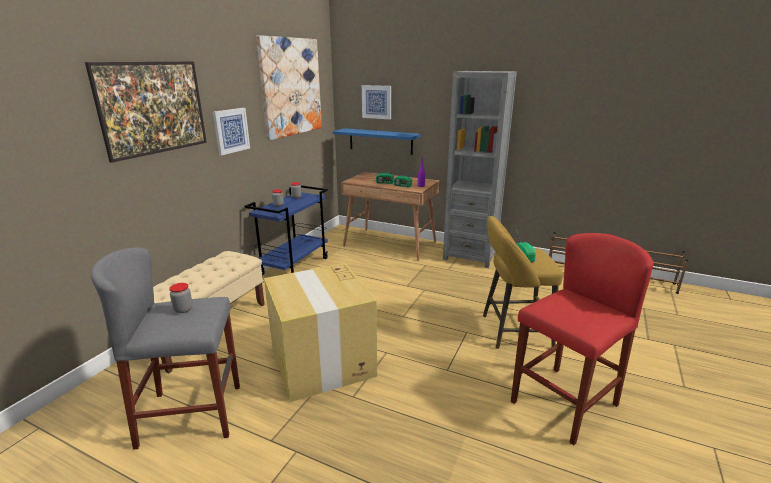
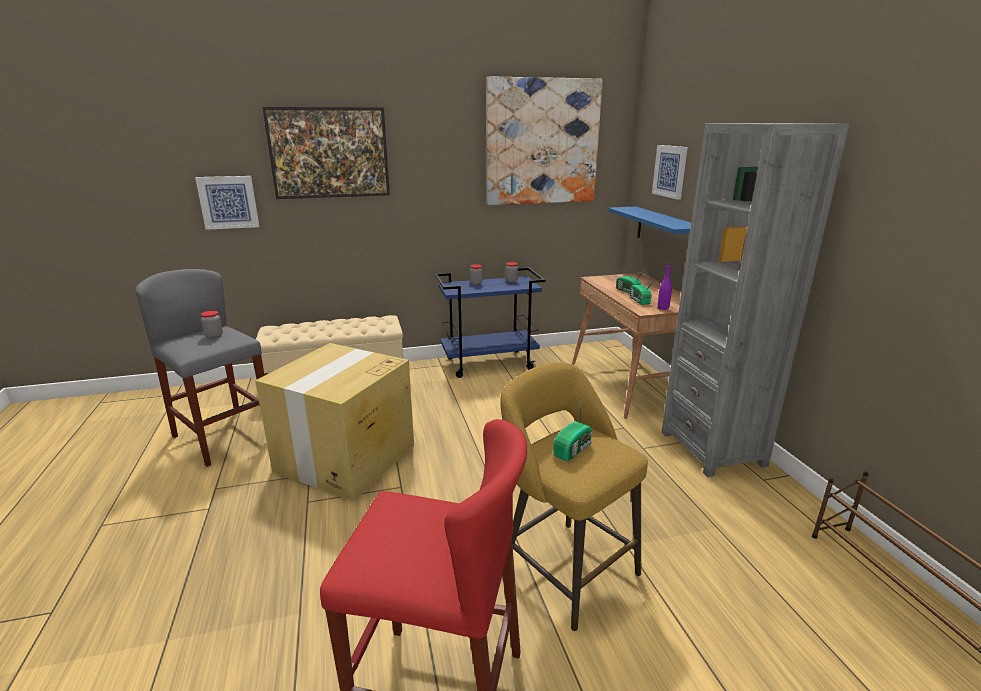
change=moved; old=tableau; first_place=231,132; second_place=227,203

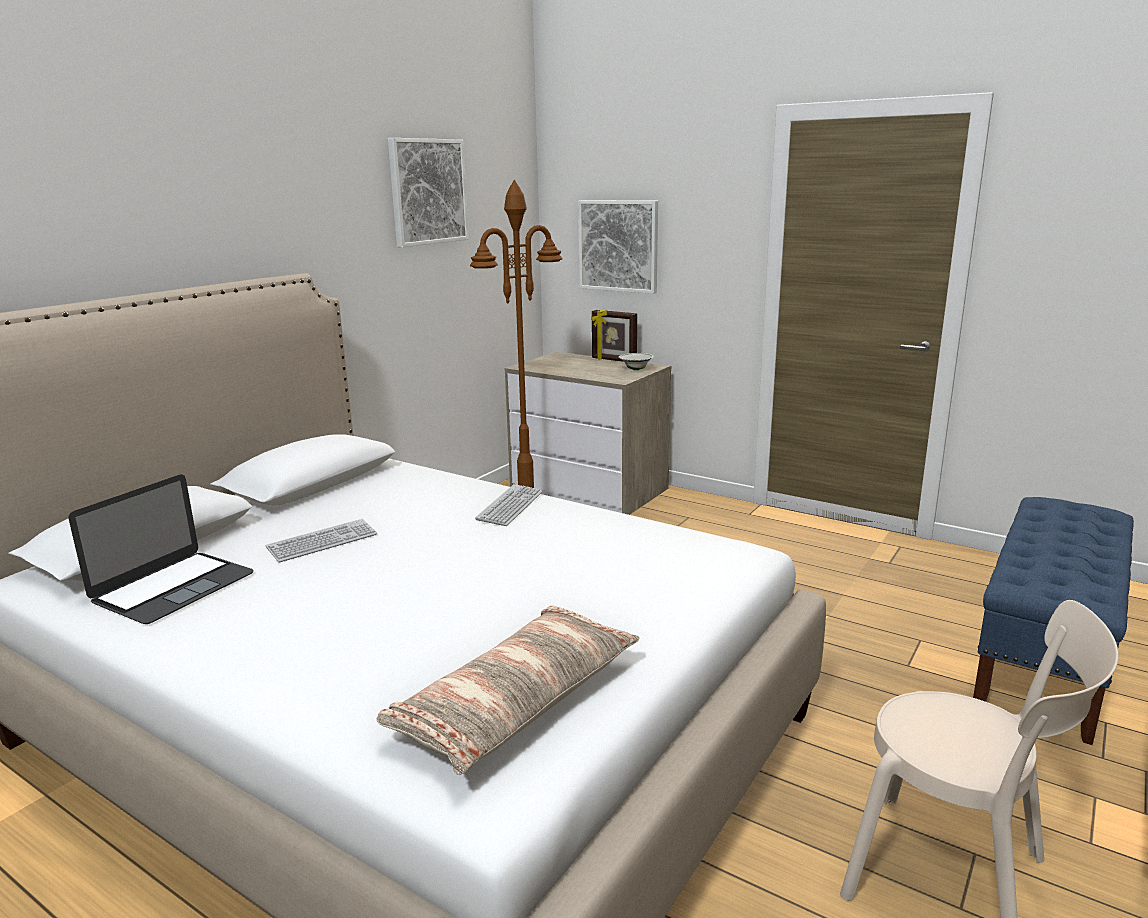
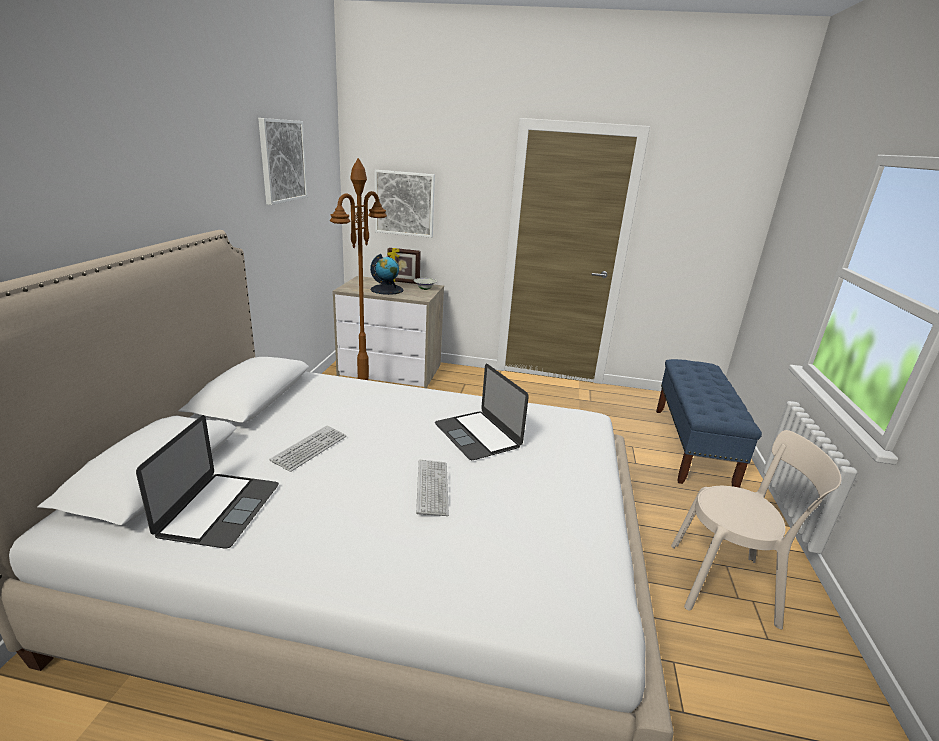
change=moved; old=clavier; first_place=508,505; second_place=432,488
change=removed; old=coussin; first_place=508,690
change=added; new=globe; second_place=387,274
change=added; new=ordinateur portable; second_place=482,412

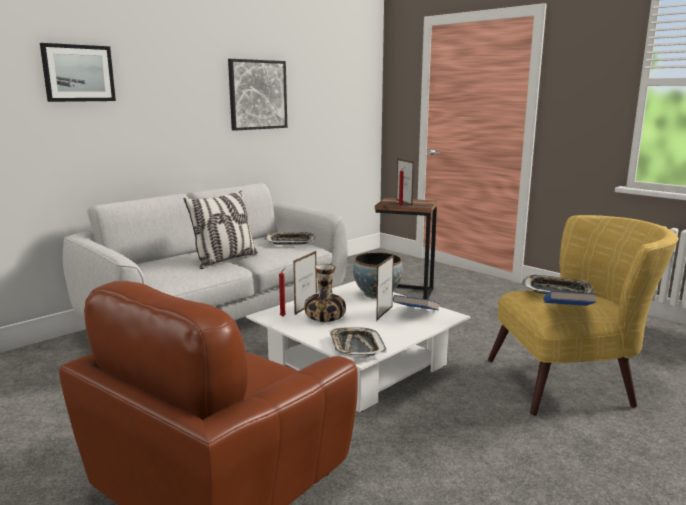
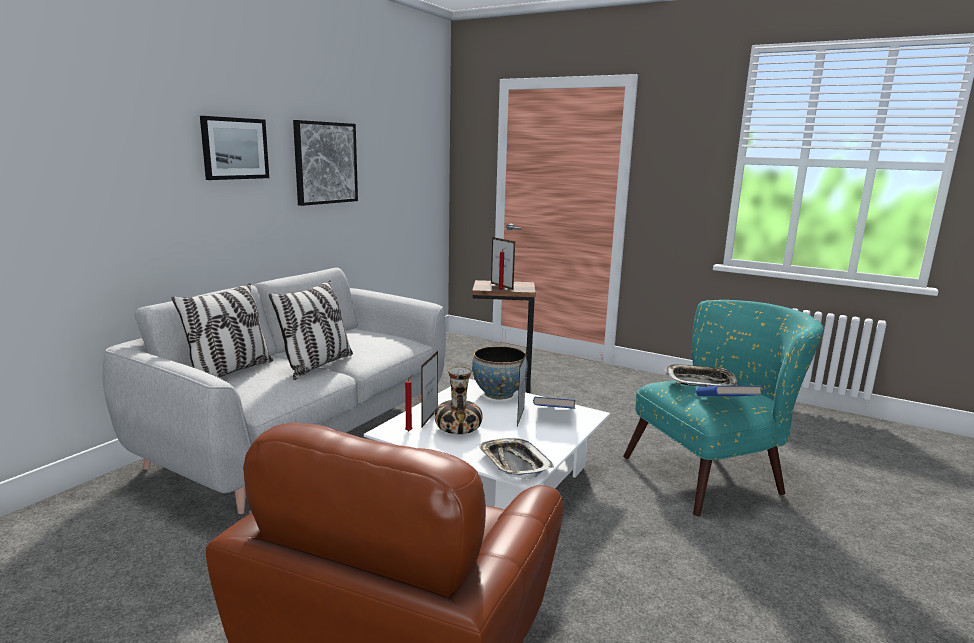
change=moved; old=tableau; first_place=78,72; second_place=234,148
change=recoloured; old=fauteuil [jaune]; new=fauteuil [turquoise]; first_place=583,315; second_place=723,408
change=removed; old=plateau; first_place=290,238
change=added; new=coussin; second_place=222,330

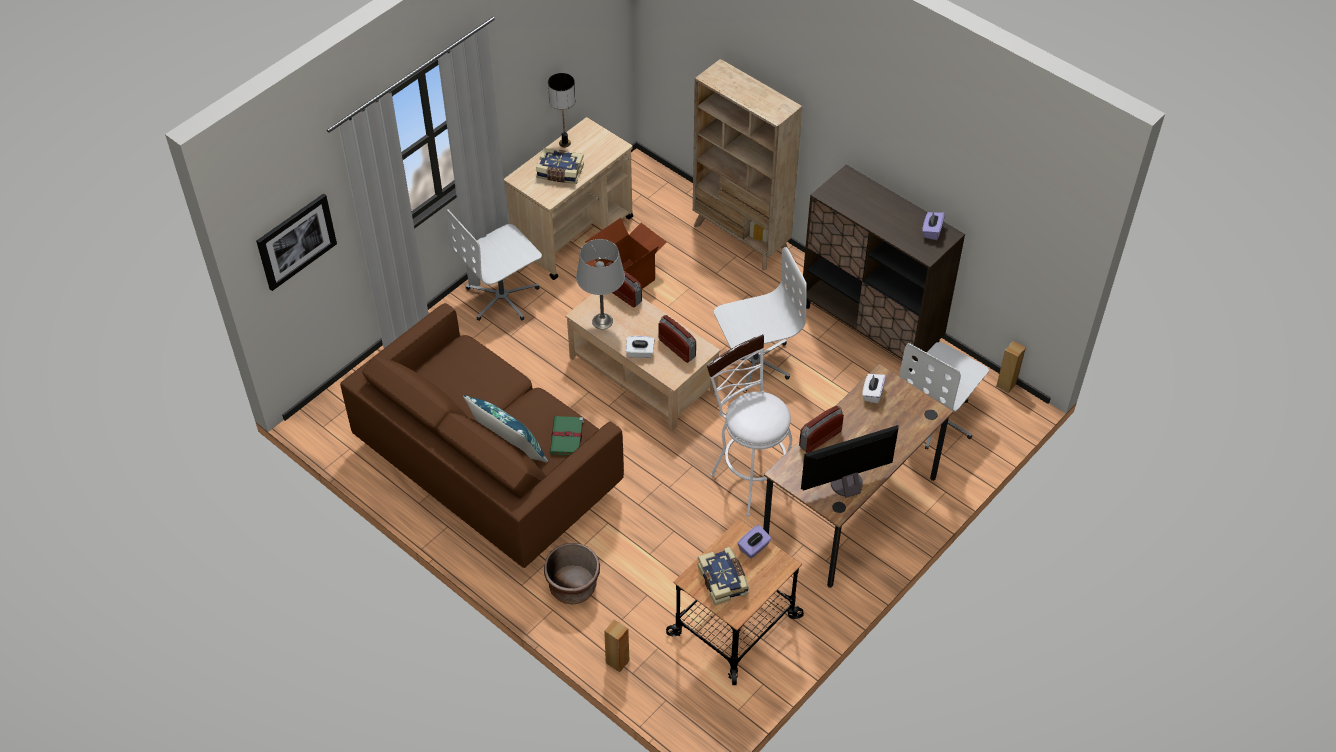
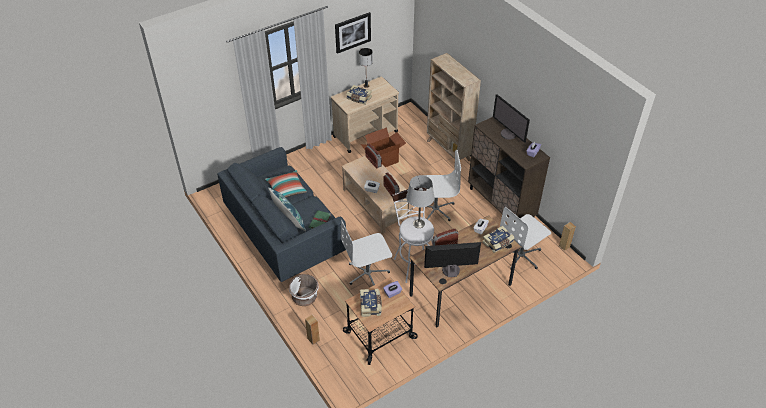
change=moved; old=tableau; first_place=296,242; second_place=353,33
change=moved; old=chaise de bureau [blanc]; first_place=494,265; second_place=366,253
change=moved; old=lampe de table [gris]; first_place=600,284; second_place=420,201
change=recoloured; old=canapé [marron]; new=canapé [bleu]; first_place=482,435; second_place=281,214
change=recoloured; old=cache-pot [marron]; new=cache-pot [blanc]; first_place=572,573; second_place=304,290
change=added; new=écran d'ordinateur; second_place=511,118
change=added; new=coussin; second_place=286,183
change=added; new=livre; second_place=498,239

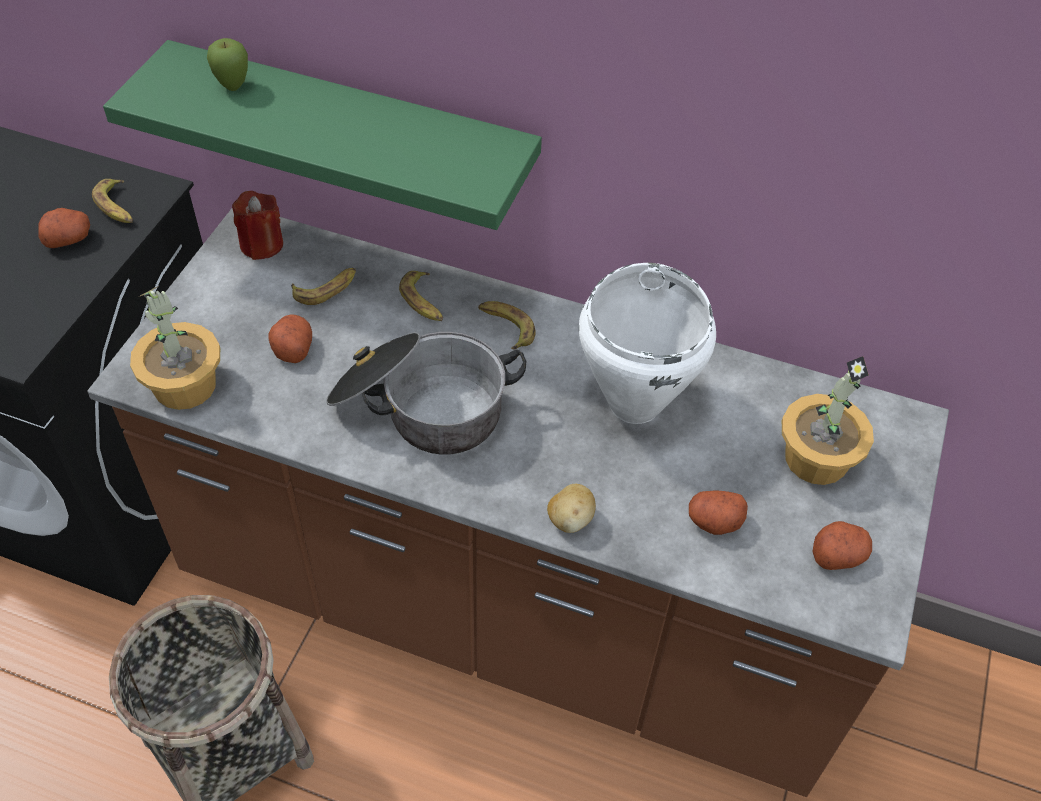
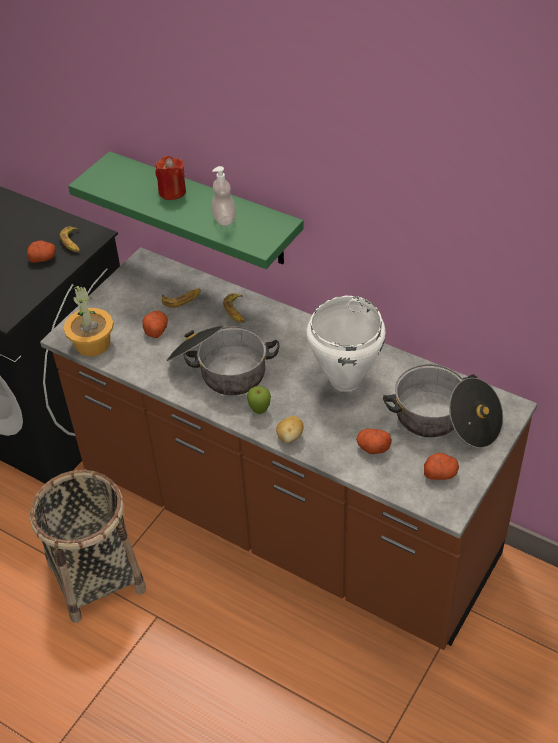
change=moved; old=pomme; first_place=227,64; second_place=259,400
change=moved; old=bougie [rouge]; first_place=257,225; second_place=170,178
change=removed; old=banane; first_place=507,325
change=replaced; old=plante en pot; new=marmite; first_place=828,420; second_place=443,406
change=added; new=distributeur de savon; second_place=223,196

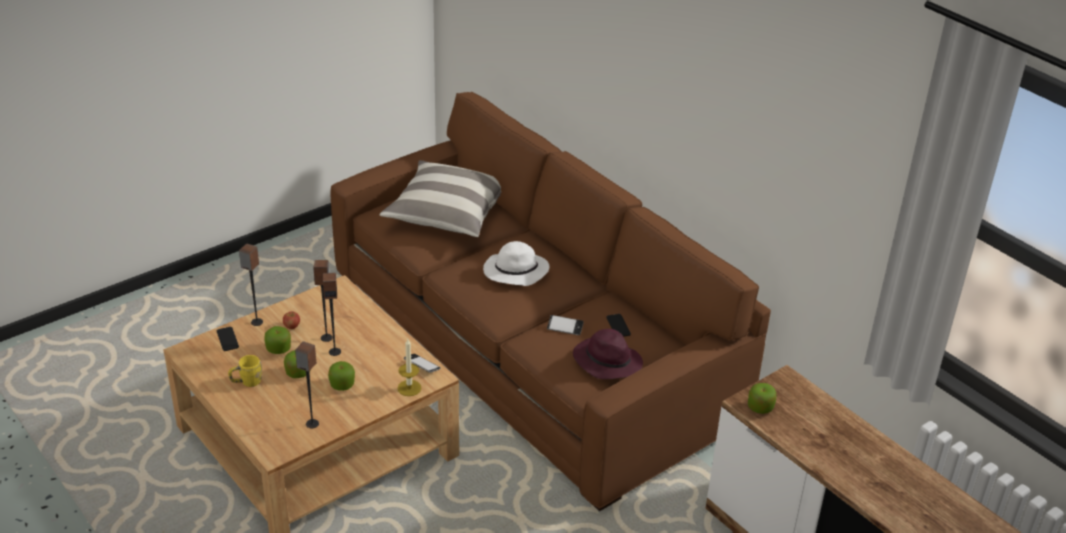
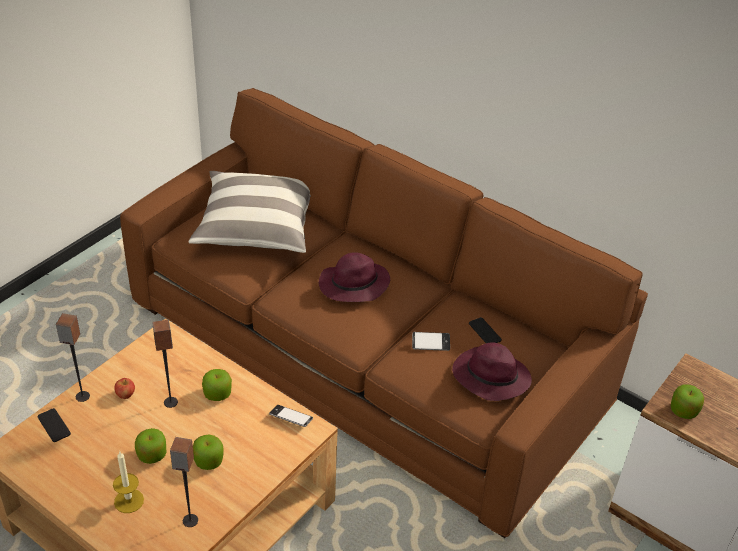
change=recoloured; old=chapeau [blanc]; new=chapeau [violet]; first_place=516,263; second_place=354,277
change=removed; old=enceinte; first_place=332,314
change=moved; old=pomme; first_place=277,340; second_place=217,385
change=moved; old=bougie; first_place=409,367; second_place=128,482
change=removed; old=mug [jaune]; first_place=245,371

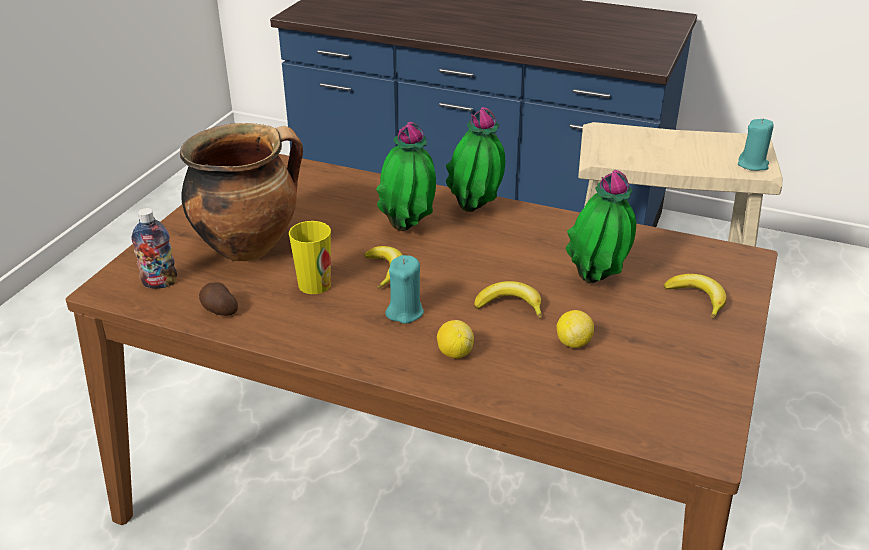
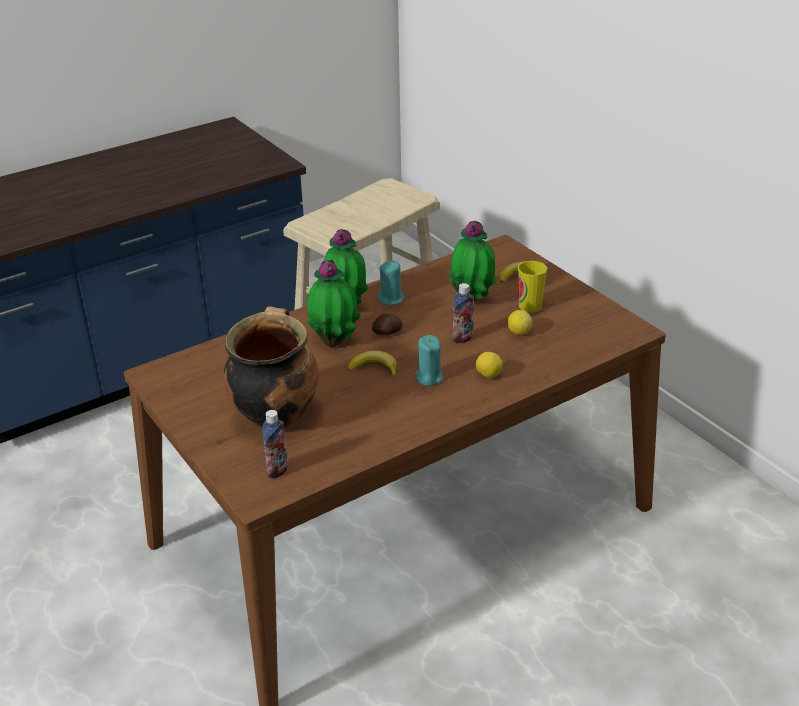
change=moved; old=bougie [turquoise]; first_place=756,144; second_place=390,283
change=moved; old=tasse; first_place=310,257; second_place=532,286
change=replaced; old=banane; new=bouteille; first_place=508,300; second_place=463,313
change=moved; old=pomme de terre; first_place=218,299; second_place=387,324

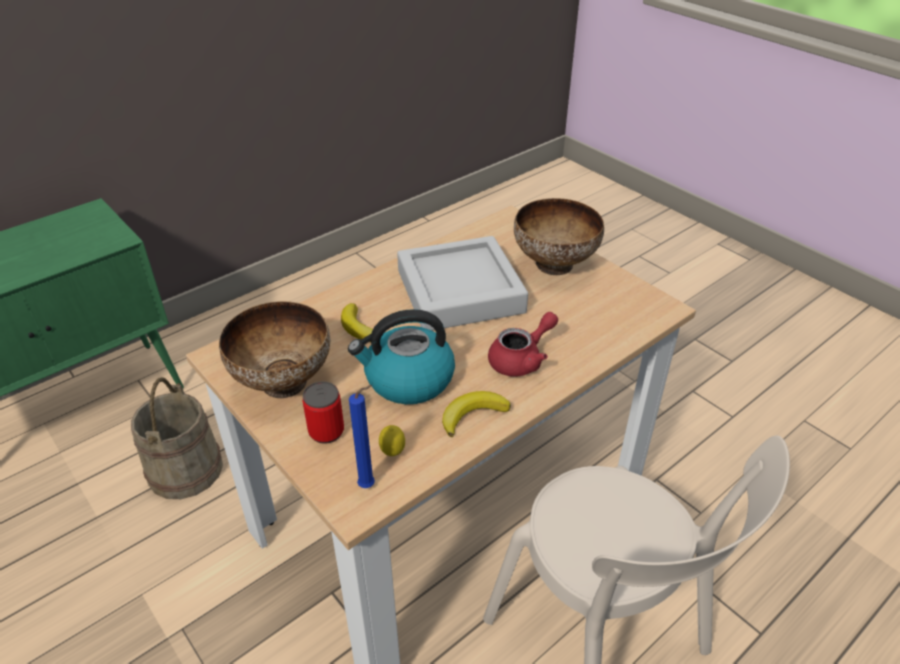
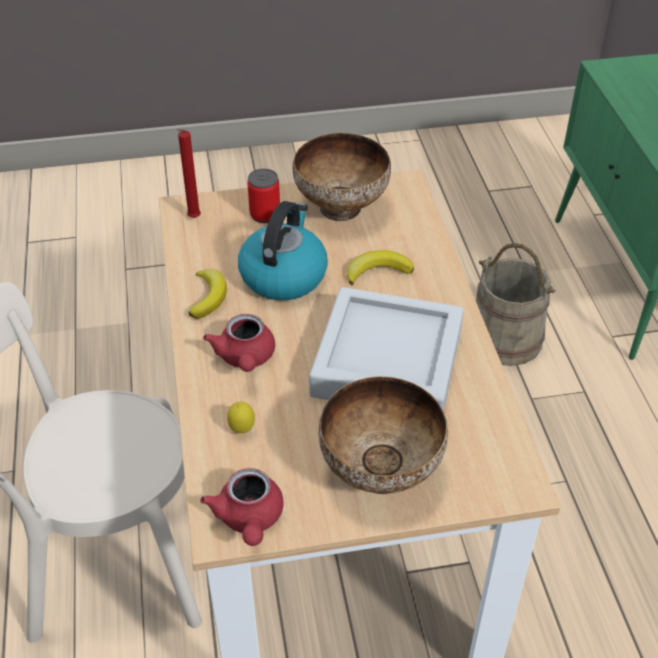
change=recoloured; old=bougie [bleu]; new=bougie [rouge]; first_place=362,436; second_place=189,173
change=moved; old=citron; first_place=392,440; second_place=241,417
change=added; new=théière [rouge]; second_place=242,507

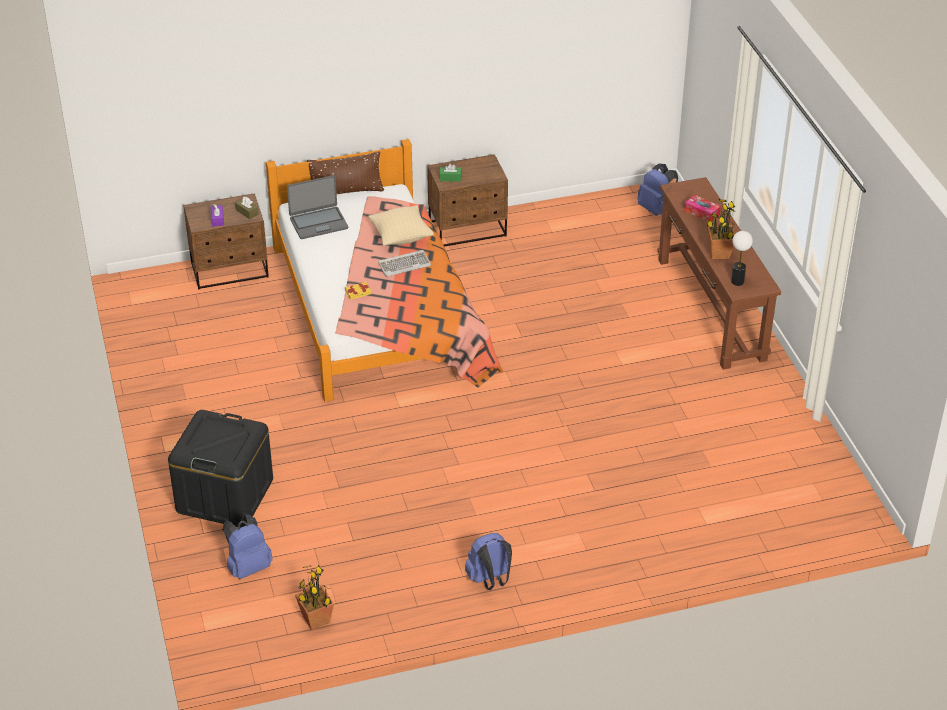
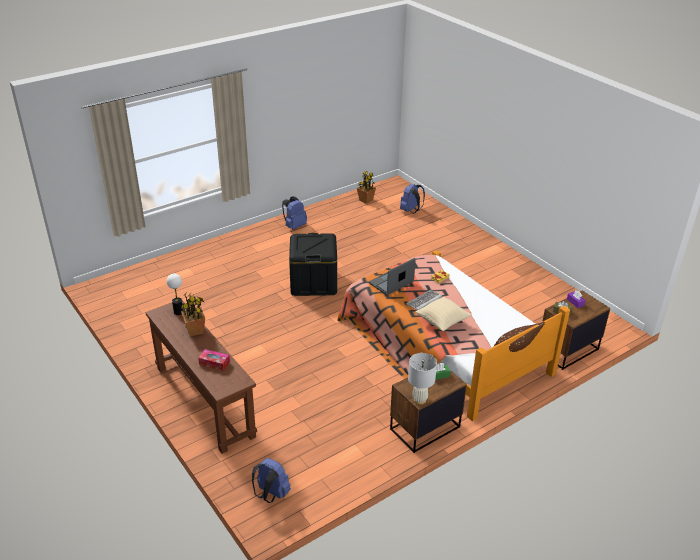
change=moved; old=ordinateur portable; first_place=317,207; second_place=392,276
change=moved; old=boîte de rangement [noir]; first_place=220,469; second_place=313,264
change=added; new=lampe de table [blanc]; second_place=422,378

